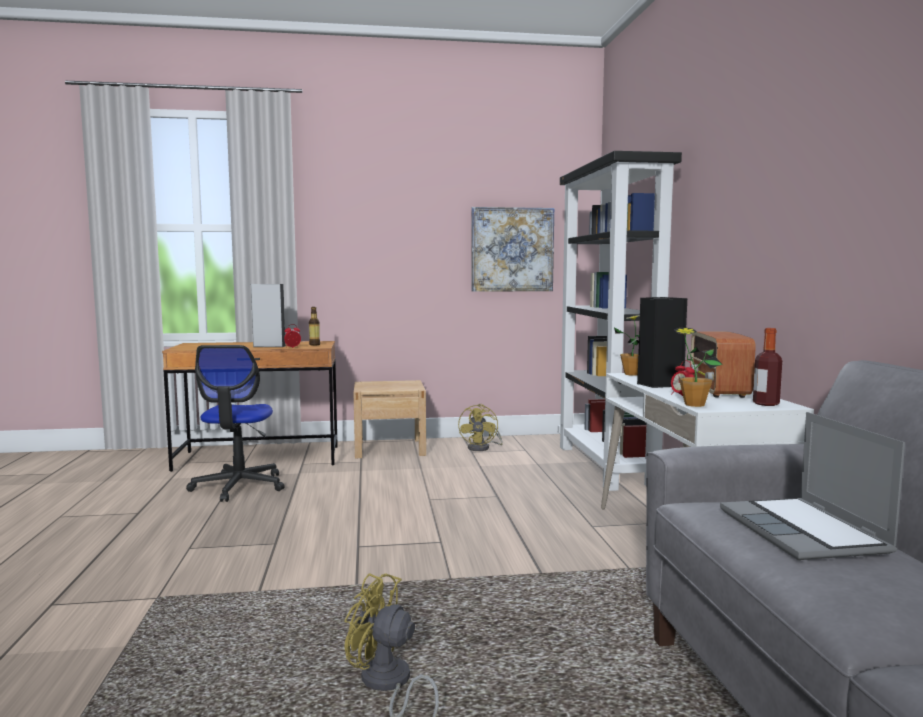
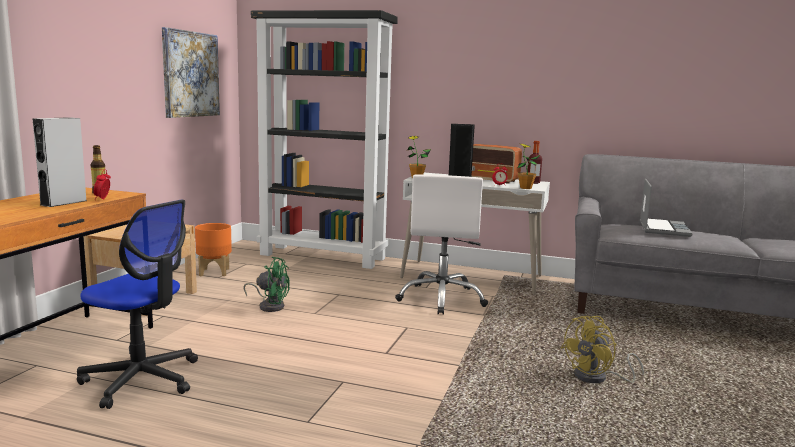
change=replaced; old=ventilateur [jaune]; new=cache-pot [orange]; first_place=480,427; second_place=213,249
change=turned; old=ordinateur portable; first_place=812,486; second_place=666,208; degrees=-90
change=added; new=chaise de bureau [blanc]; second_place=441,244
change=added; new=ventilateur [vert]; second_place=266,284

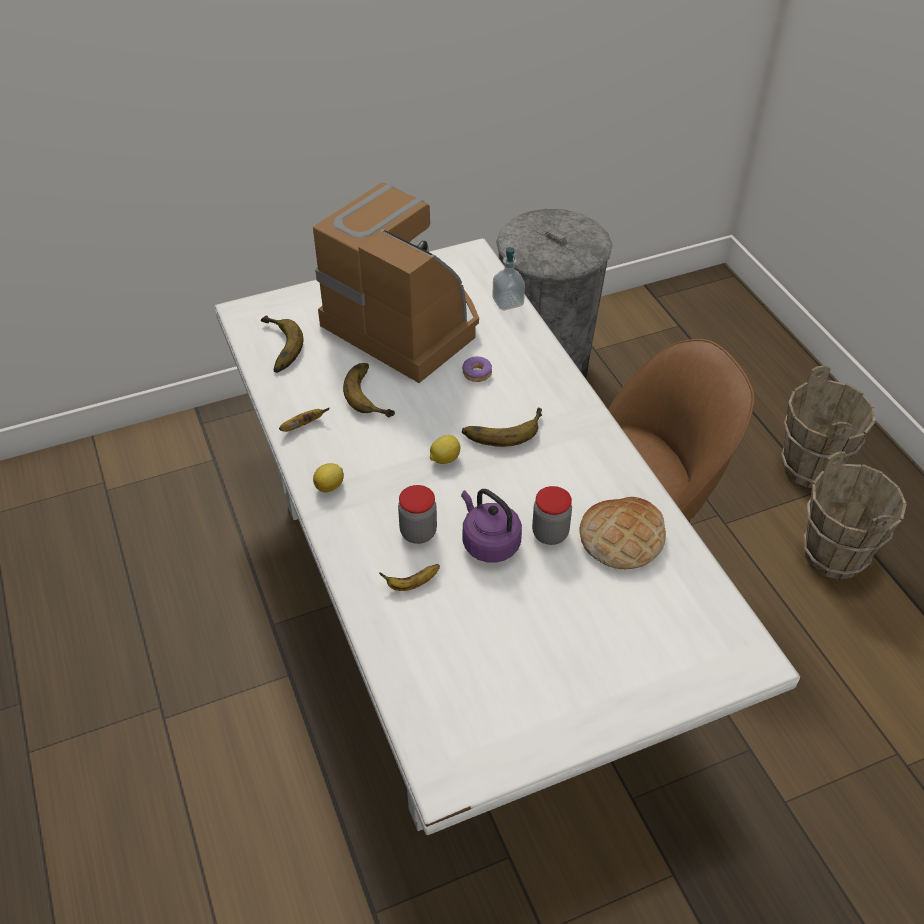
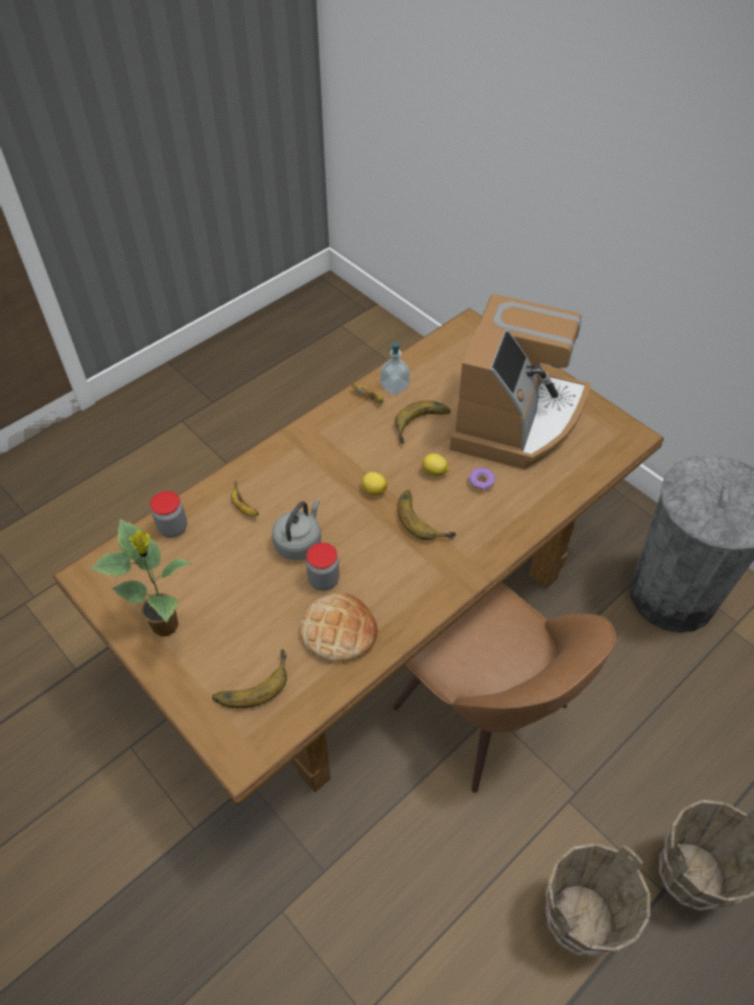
change=recoloured; old=table à manger [blanc]; new=table à manger [marron]; first_place=507,536; second_place=358,556
change=moved; old=distributeur de savon; first_place=508,278; second_place=395,368
change=moved; old=banane; first_place=282,344; second_place=249,679
change=moved; old=citron; first_place=328,478; second_place=435,464
change=moved; old=bocal; first_place=417,514; second_place=168,514
change=recoloured; old=bouilloire [violet]; new=bouilloire [gris]; first_place=491,526; second_place=296,529
change=added; new=plante en pot; second_place=140,578

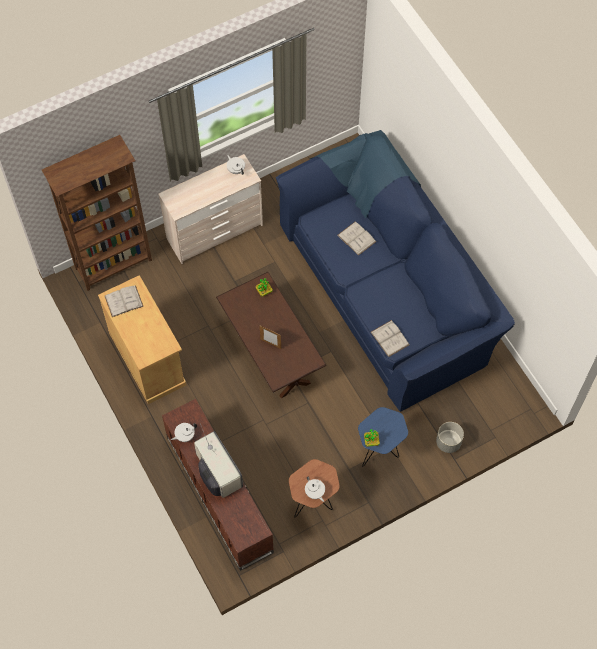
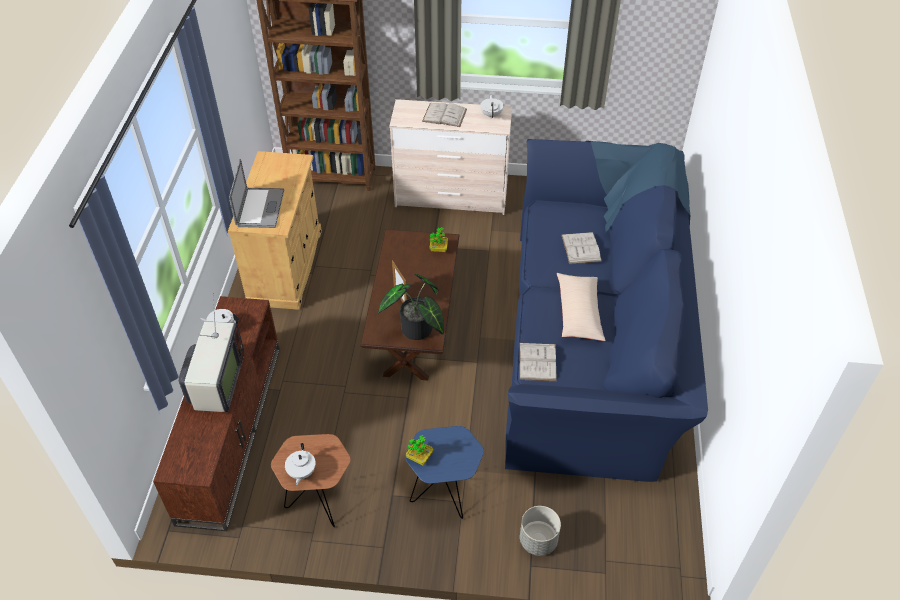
change=moved; old=livre [blanc]; first_place=124,301; second_place=444,115
change=added; new=ordinateur portable; second_place=256,193
change=added; new=coussin [beige]; second_place=581,307
change=added; new=plante en pot; second_place=411,307

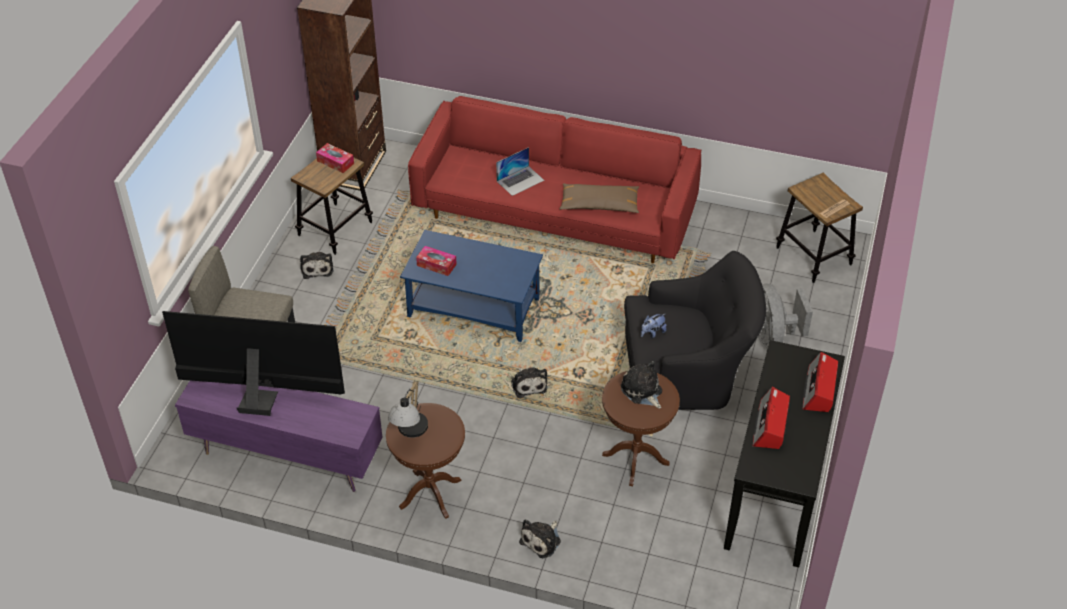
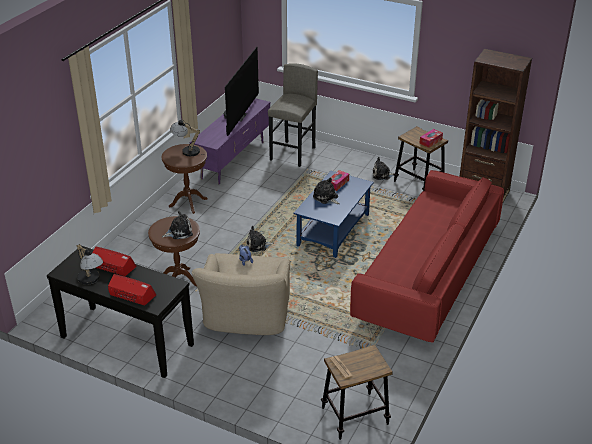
change=removed; old=ordinateur portable; first_place=520,171
change=removed; old=coussin [marron]; first_place=599,198
change=recoloured; old=fauteuil [noir]; new=fauteuil [beige]; first_place=695,330; second_place=241,294
change=removed; old=ventilateur [gris]; first_place=785,317
change=moved; old=peluche; first_place=540,538; second_place=326,191
change=added; new=lampe de table; second_place=89,264

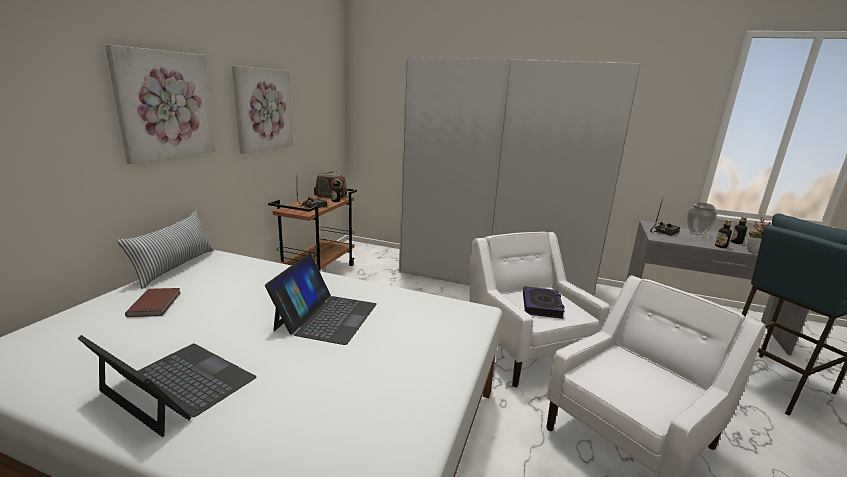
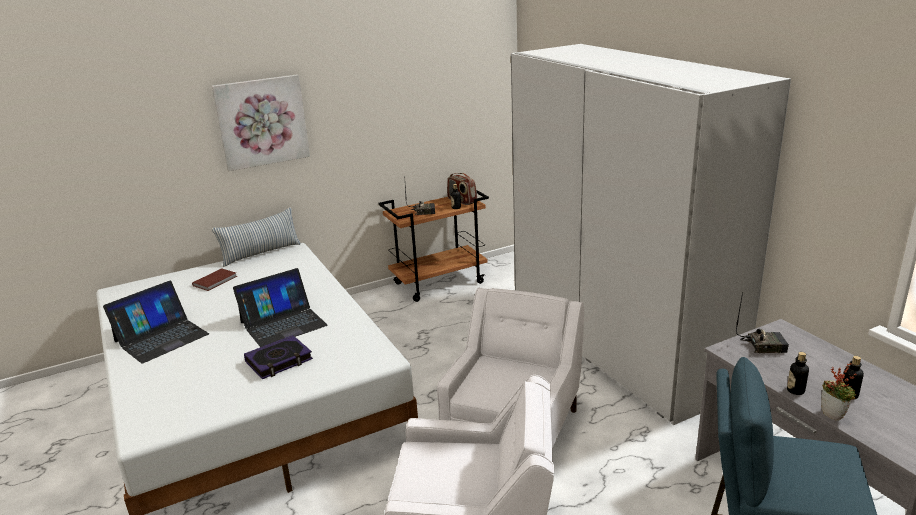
change=removed; old=tableau; first_place=262,110
change=removed; old=vase; first_place=702,219
change=moved; old=livre; first_place=544,302; second_place=278,357
change=turned; old=ordinateur portable; first_place=166,386; second_place=156,322; degrees=60

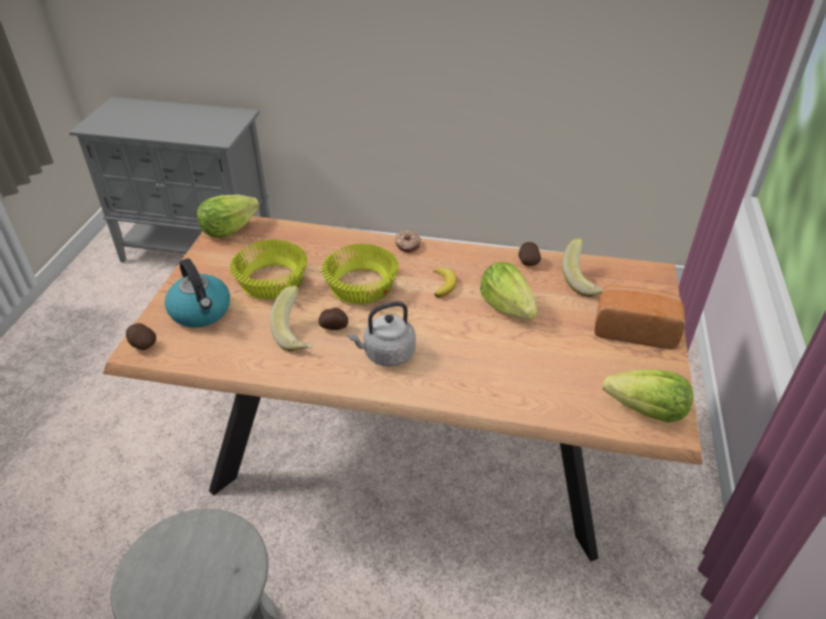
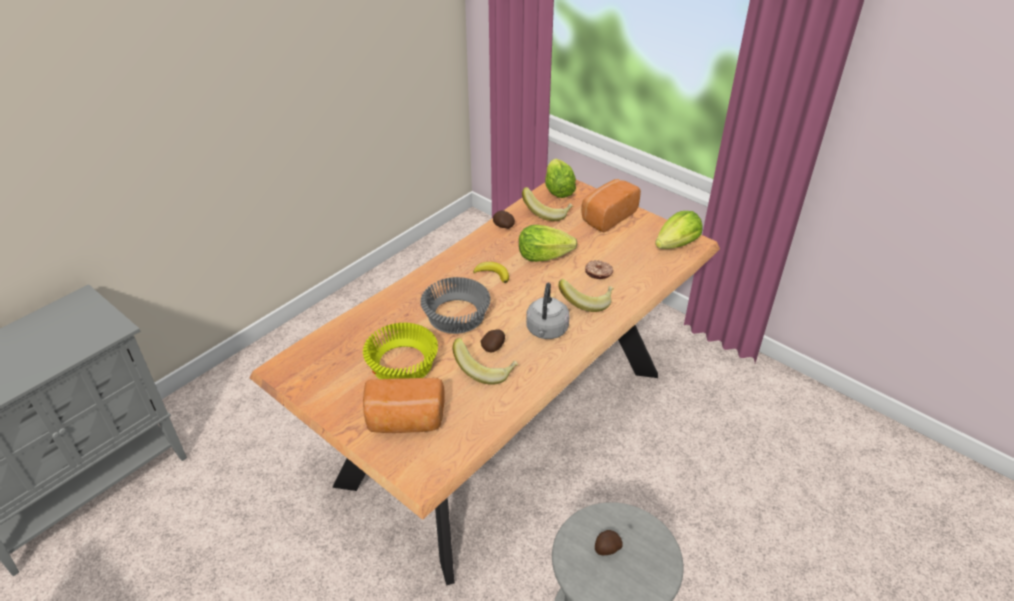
change=moved; old=laitue; first_place=228,216; second_place=560,178
change=moved; old=beignet; first_place=408,241; second_place=599,269
change=recoloured; old=bol [jaune]; new=bol [gris]; first_place=360,274; second_place=455,305
change=replaced; old=bouilloire; new=pain; first_place=197,293; second_place=404,405
change=moved; old=pomme de terre; first_place=141,336; second_place=608,542
change=added; new=banane; second_place=586,295

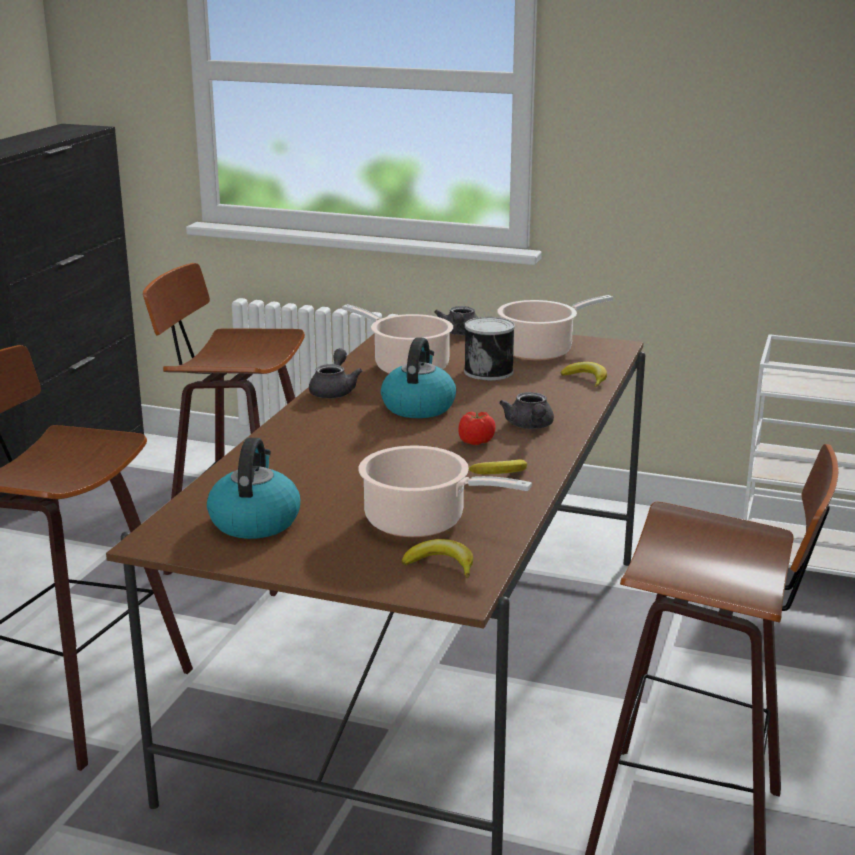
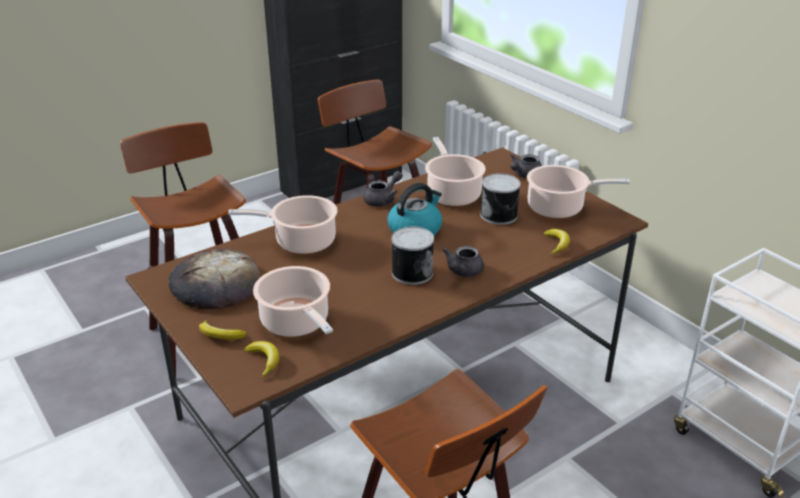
change=replaced; old=tomate; new=boîte métallique; first_place=477,428; second_place=412,255
change=replaced; old=bouilloire; new=pain; first_place=254,488; second_place=214,279
change=moved; old=banane; first_place=498,467; second_place=223,330
change=added; new=marmite; second_place=283,224

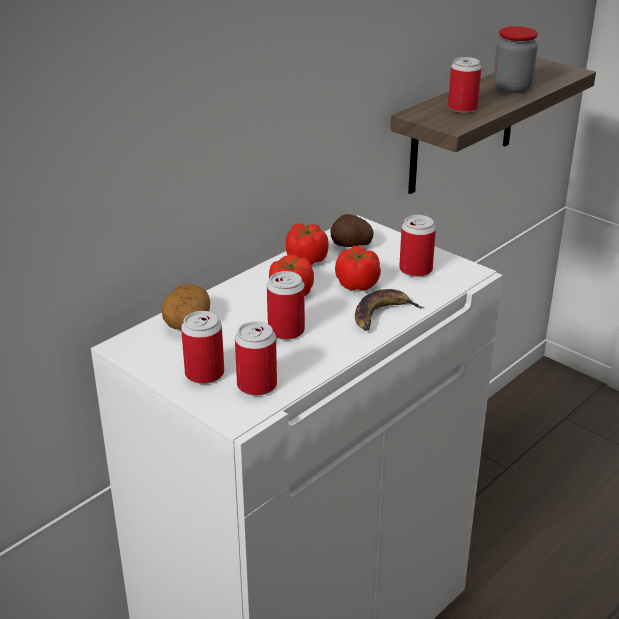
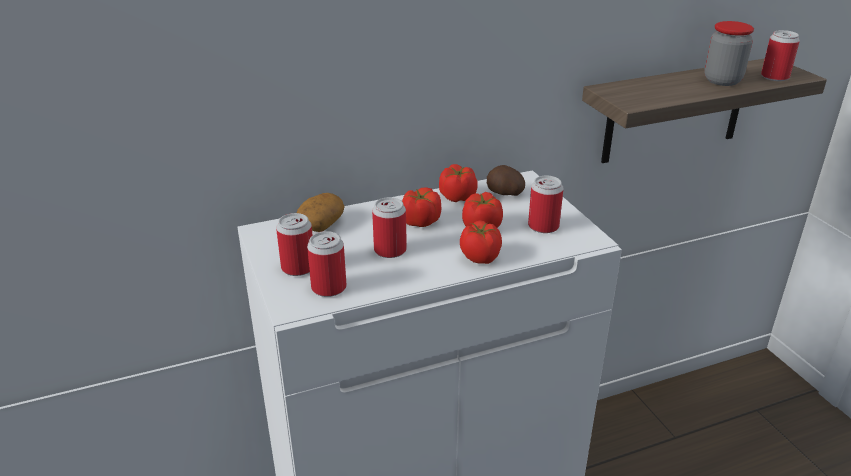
change=moved; old=boîte métallique; first_place=465,85; second_place=780,55
change=replaced; old=banane; new=tomate; first_place=389,310; second_place=481,242

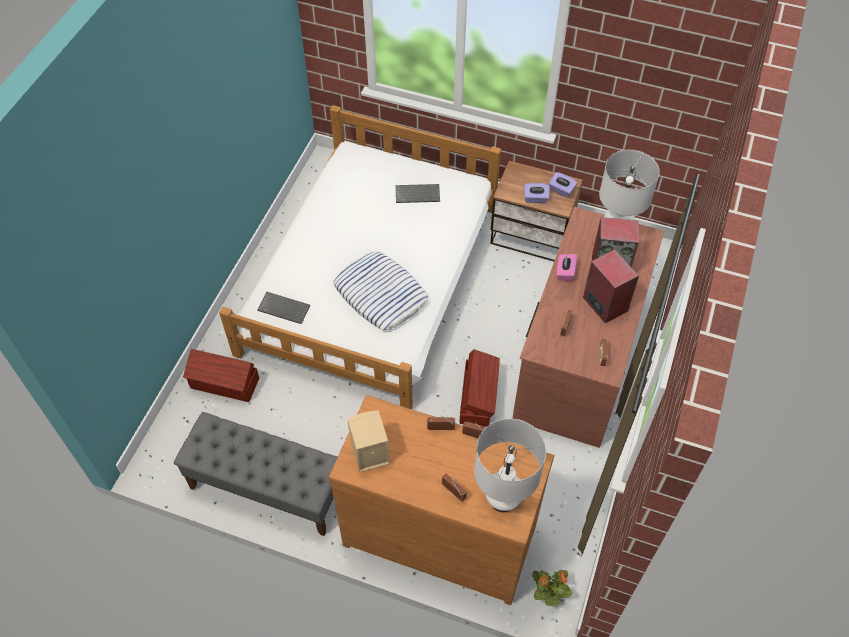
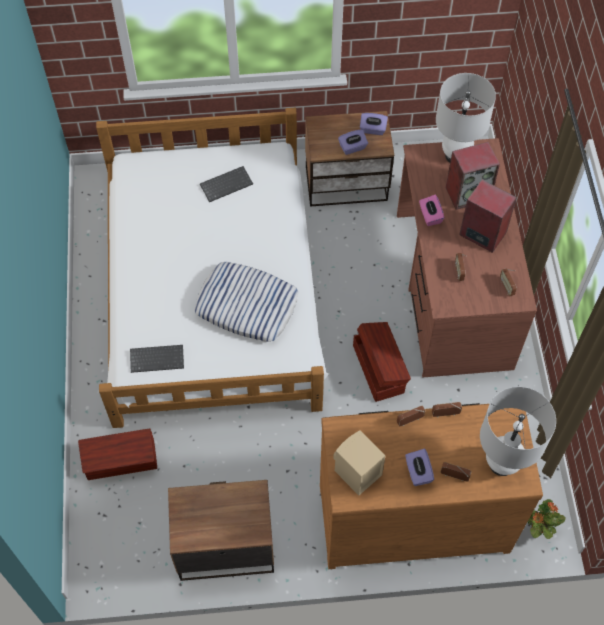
change=replaced; old=banc [gris]; new=table de chevet; first_place=256,474; second_place=221,530
change=added; new=boîte à mouchoirs [violet]; second_place=419,467

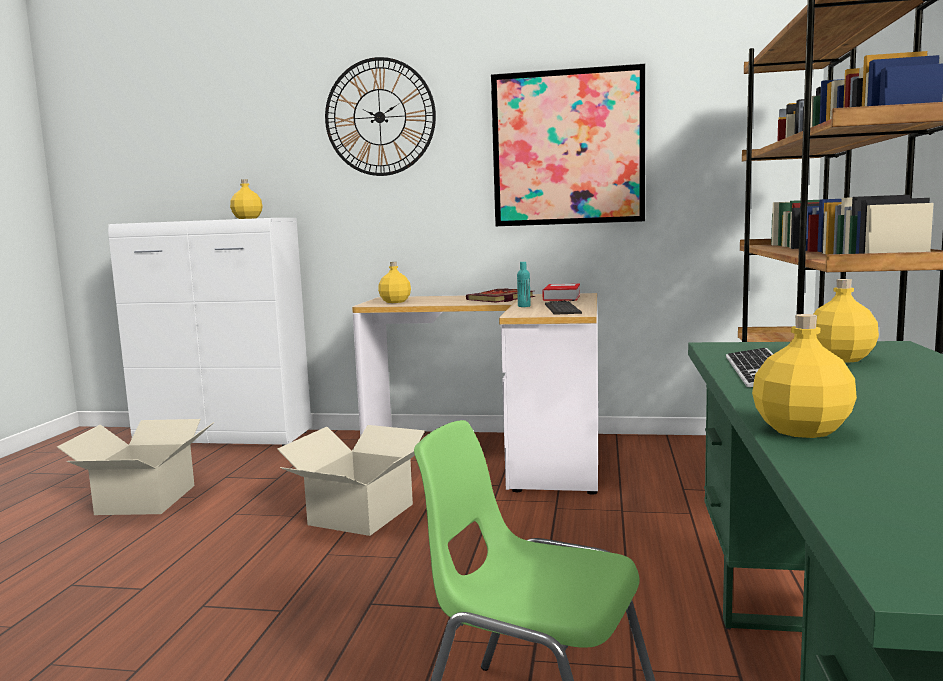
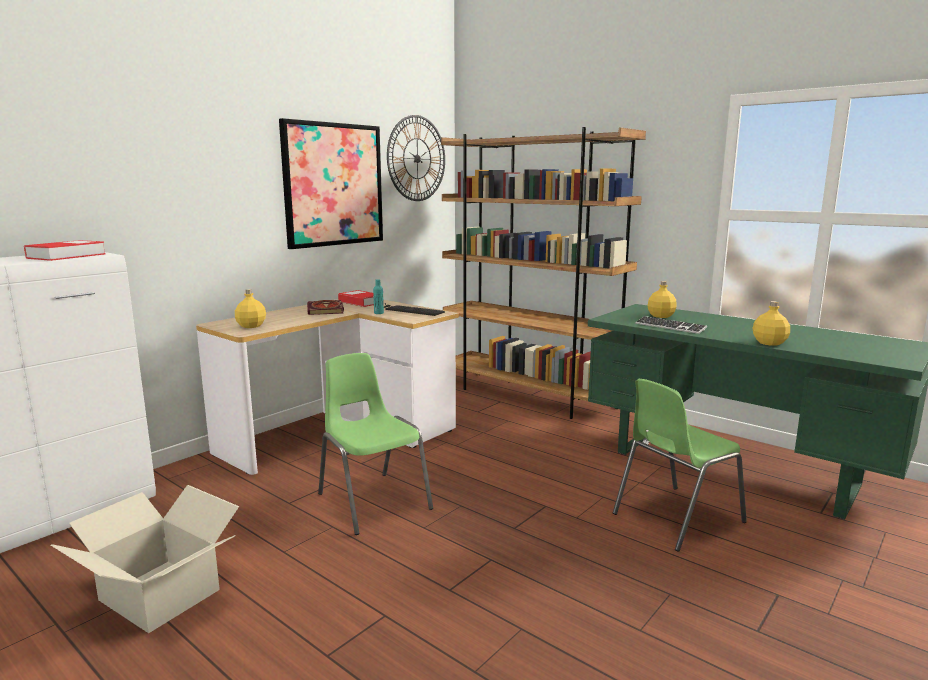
change=moved; old=horloge murale; first_place=380,116; second_place=416,158
change=replaced; old=bouteille [jaune]; new=livre; first_place=246,199; second_place=65,250
change=replaced; old=carton; new=chaise [vert]; first_place=351,480; second_place=375,444

